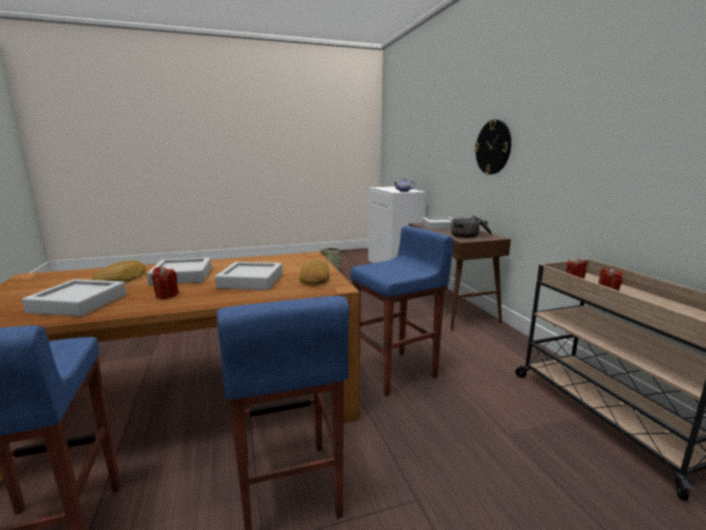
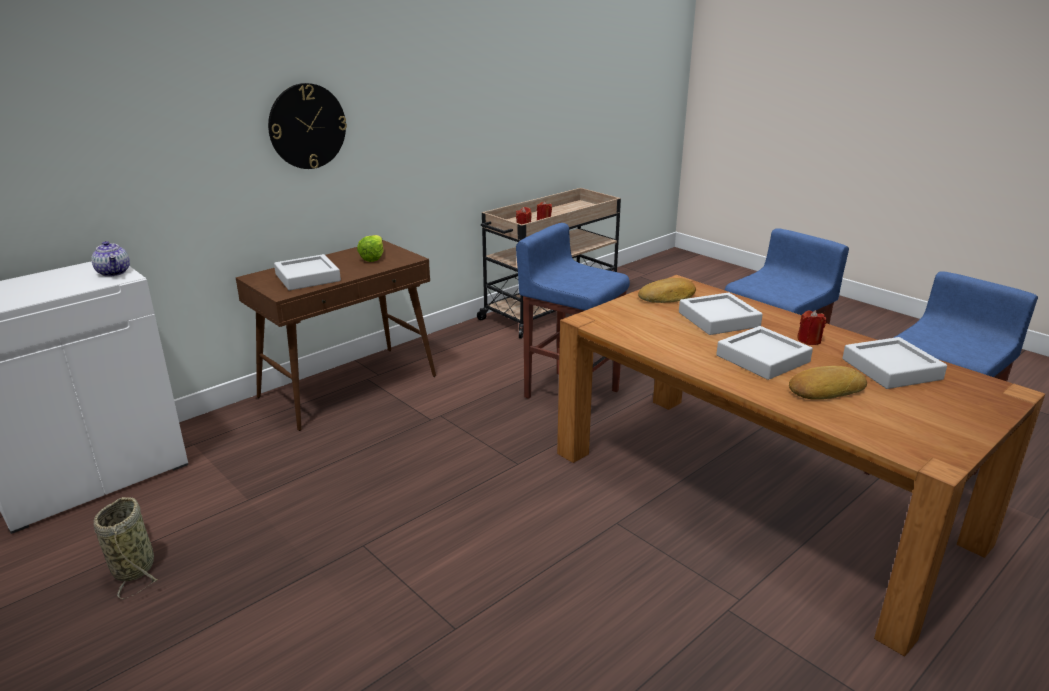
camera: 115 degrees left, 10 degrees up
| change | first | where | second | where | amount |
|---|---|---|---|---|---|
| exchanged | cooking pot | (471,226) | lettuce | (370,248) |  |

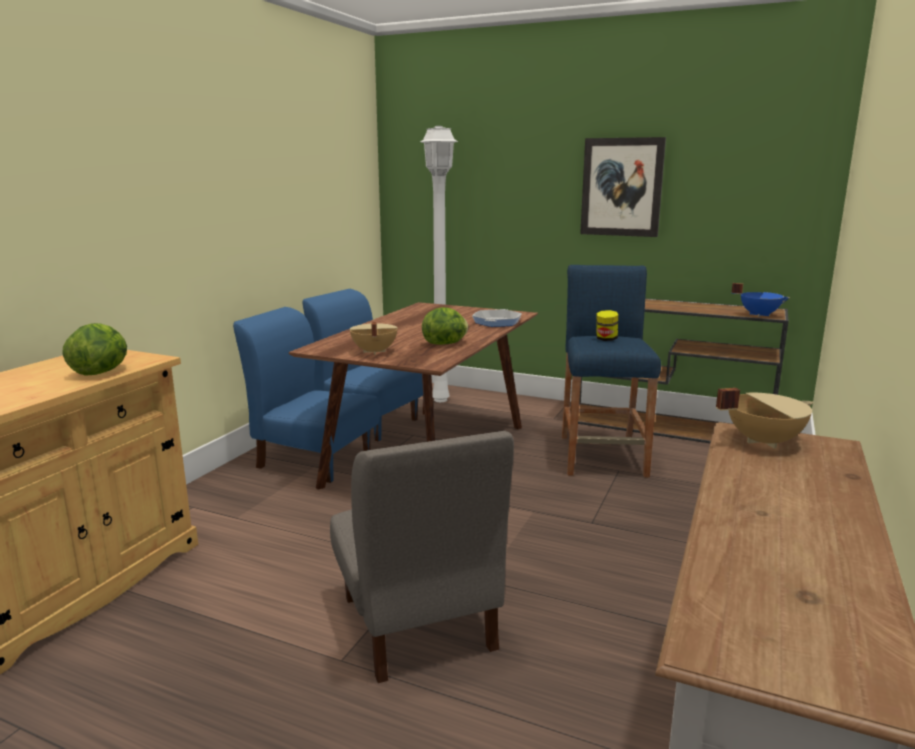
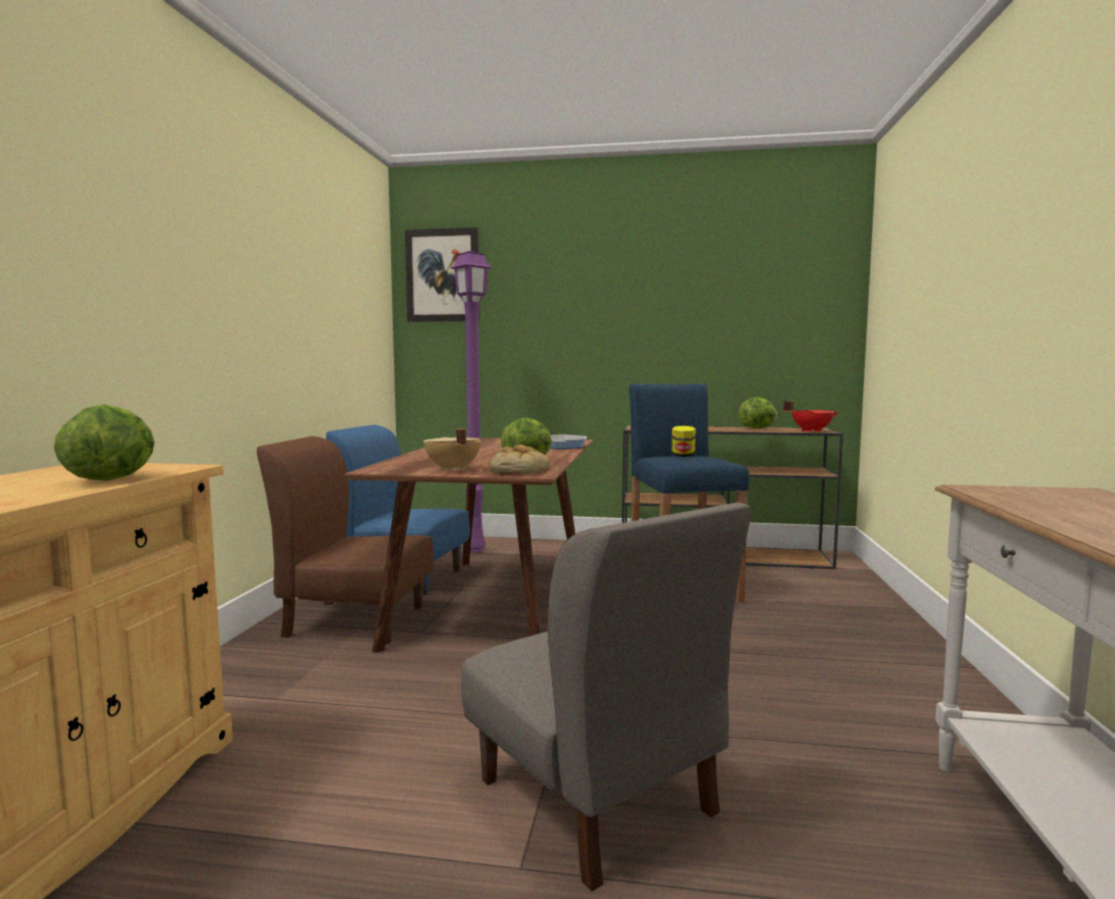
camera: 15 degrees left, 10 degrees down
| change | first | where | second | where | amount |
|---|---|---|---|---|---|
| missing | beige cooking pot | (764,418) |  |  |  |
| appeared |  |  | bread | (520,459) |  |
| appeared |  |  | lettuce | (757,412) |  |
| relocated | picture | (623,187) |  | (442,274) |  |
| colour | blue chair | (306,395) | brown chair | (345,540) |  |
| colour | white floor lamp | (439,264) | purple floor lamp | (471,402) |  |
| colour | blue cooking pot | (760,300) | red cooking pot | (811,416) |  |

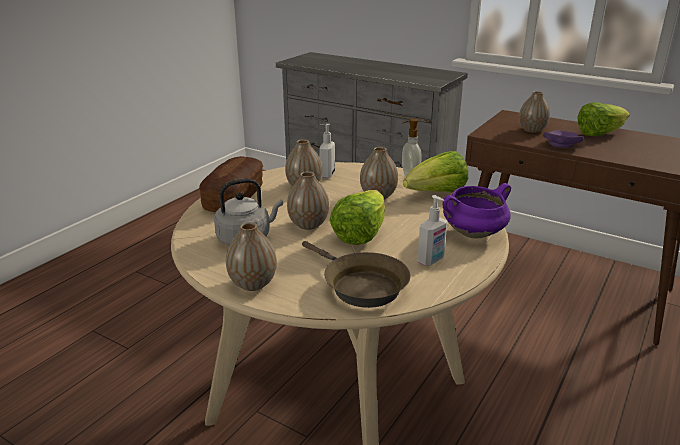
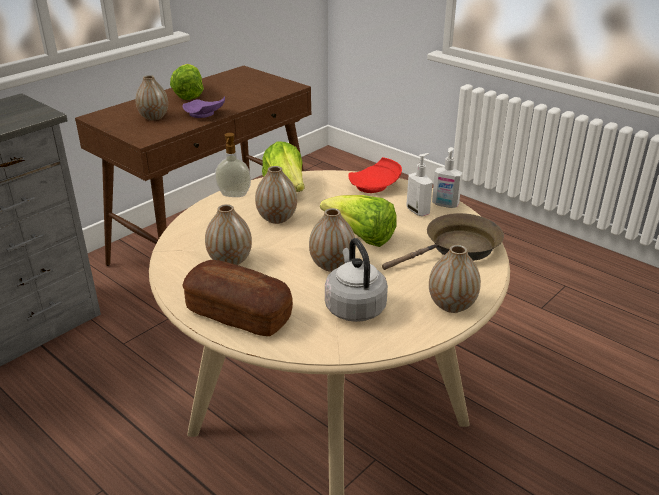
camera: 80 degrees left, 5 degrees up
| change | first | where | second | where | amount |
|---|---|---|---|---|---|
| relocated | soap dispenser | (327,151) |  | (447,177) |  |
| exchanged | purple cooking pot | (477,211) | red plate | (375,175) |  |

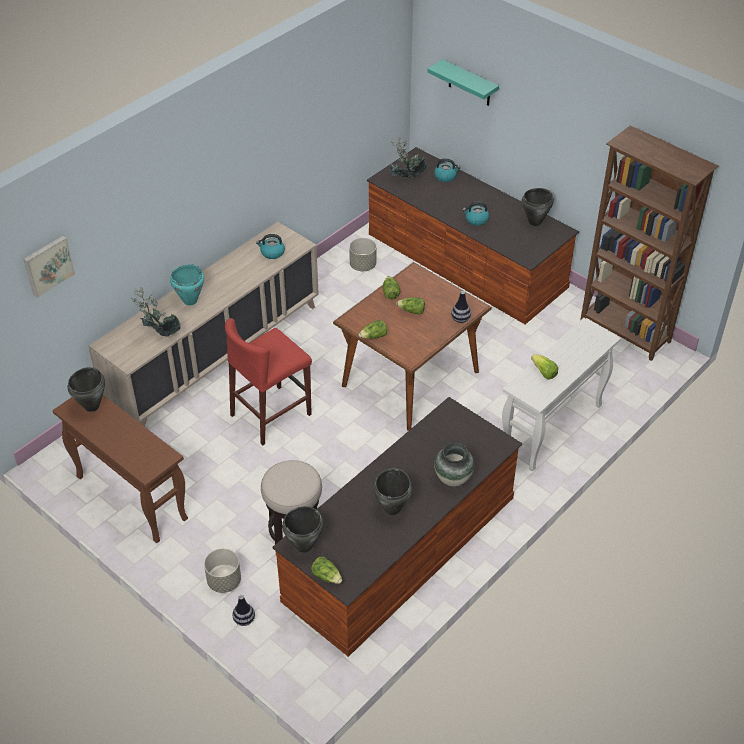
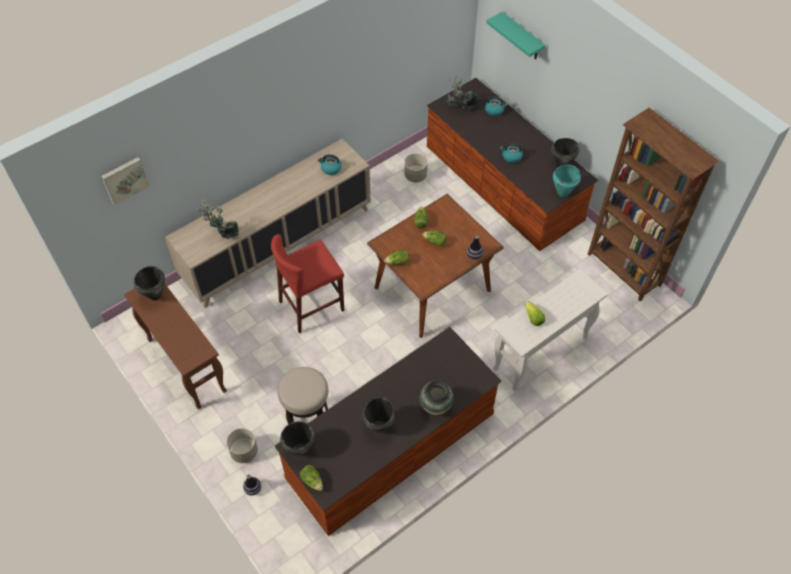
camera: 10 degrees right, 10 degrees up
| change | first | where | second | where | amount |
|---|---|---|---|---|---|
| relocated | turquoise cooking pot | (187,285) |  | (567,181) |  |

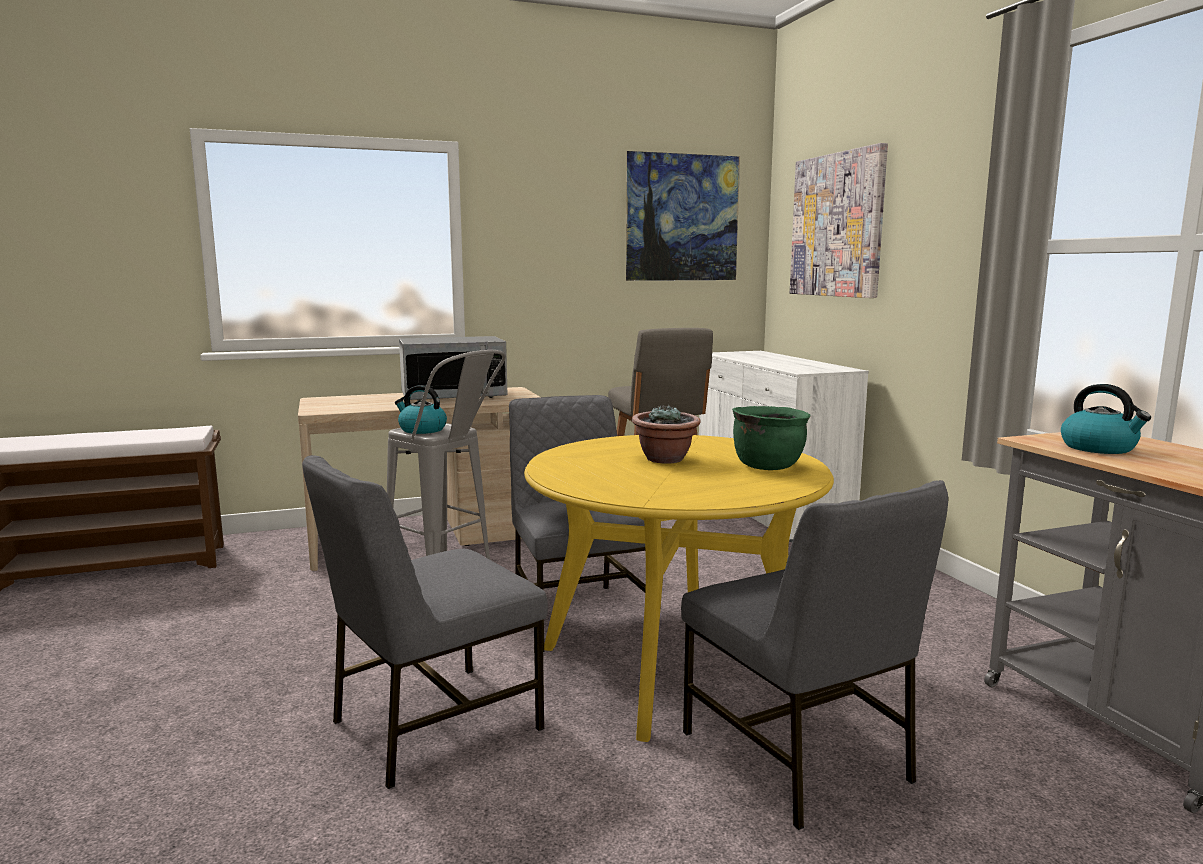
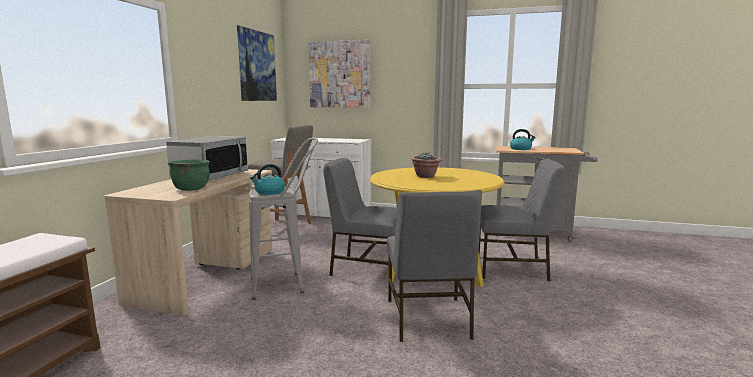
camera: 55 degrees left, 0 degrees up
| change | first | where | second | where | amount |
|---|---|---|---|---|---|
| relocated | green cooking pot | (771,438) |  | (188,175) |  |

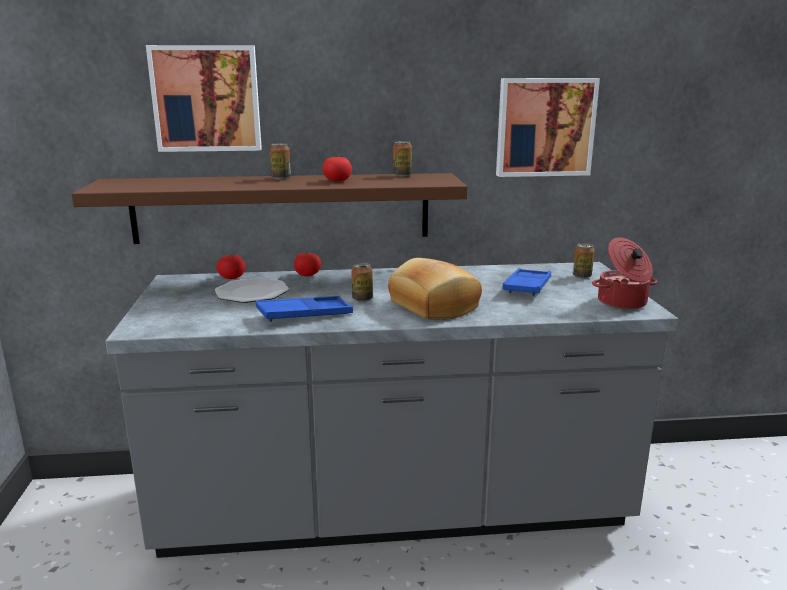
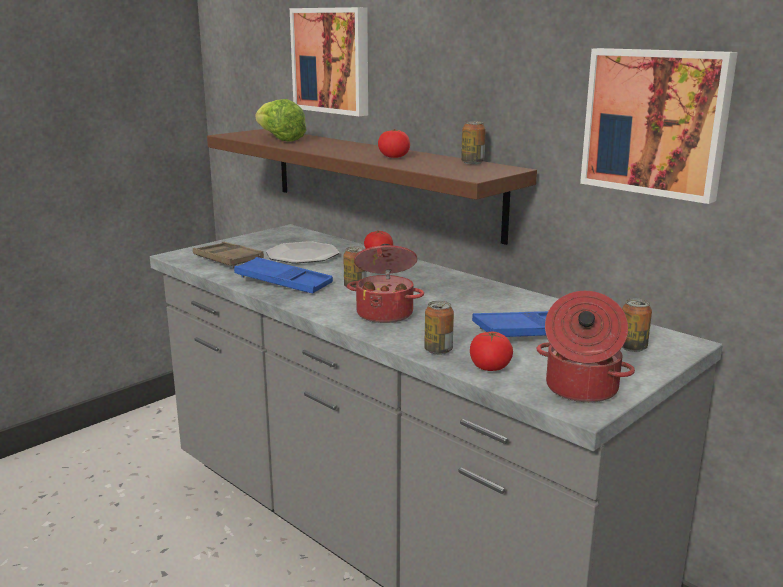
camera: 50 degrees right, 0 degrees up
| change | first | where | second | where | amount |
|---|---|---|---|---|---|
| appeared |  |  | brown tray | (228,255) |  |
| appeared |  |  | lettuce | (281,120) |  |
| relocated | tomato | (230,267) |  | (491,351) |  |
| relocated | can | (280,161) |  | (439,328) |  |
| exchanged | bread | (435,289) | cooking pot | (385,283) |  |

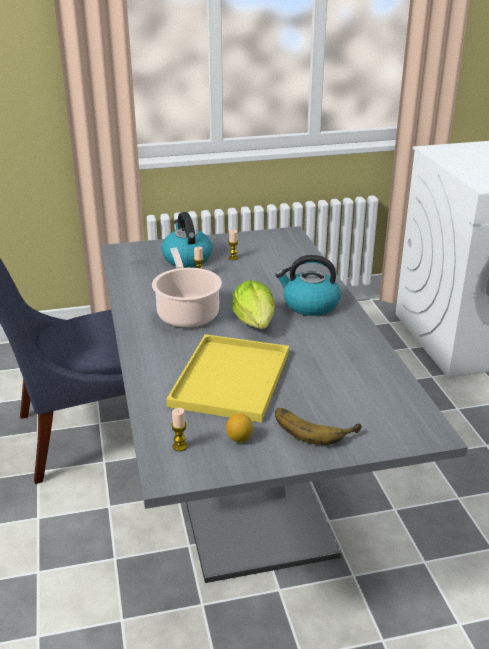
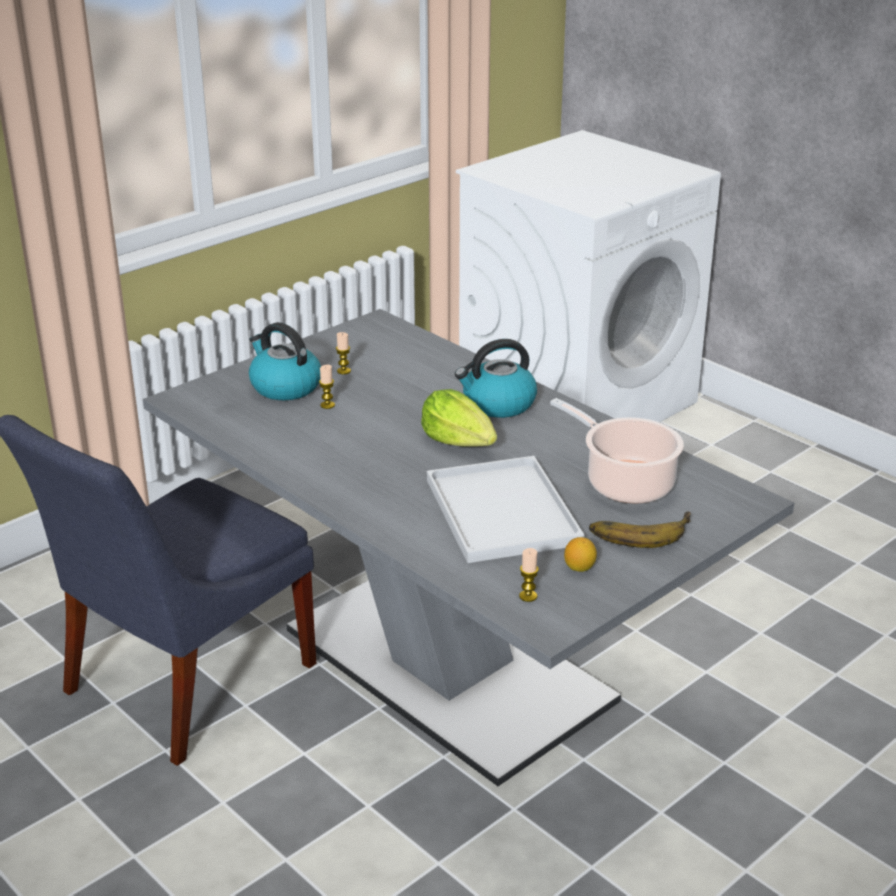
camera: 30 degrees left, 0 degrees up
| change | first | where | second | where | amount |
|---|---|---|---|---|---|
| relocated | cooking pot | (187,288) |  | (617,451) |  |
| colour | yellow tray | (227,378) | white tray | (505,509) |  |

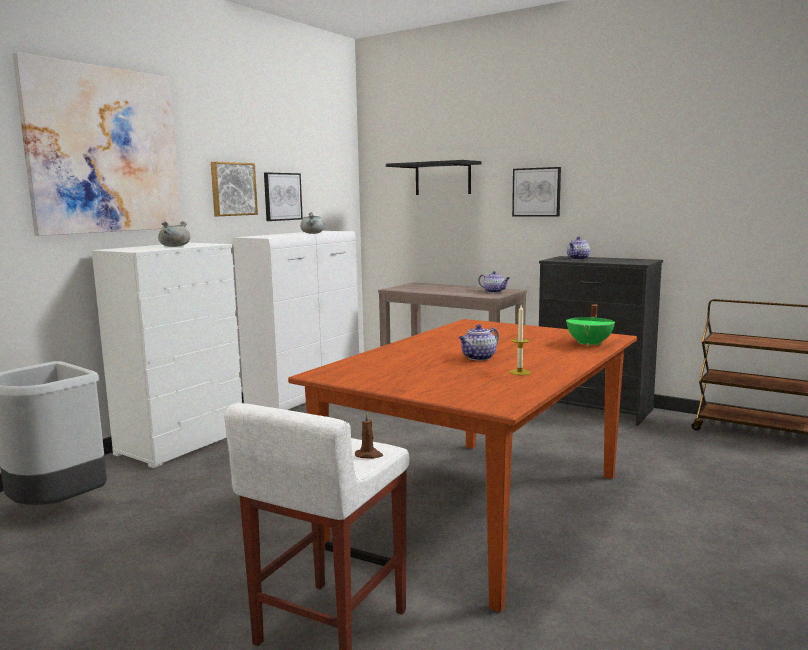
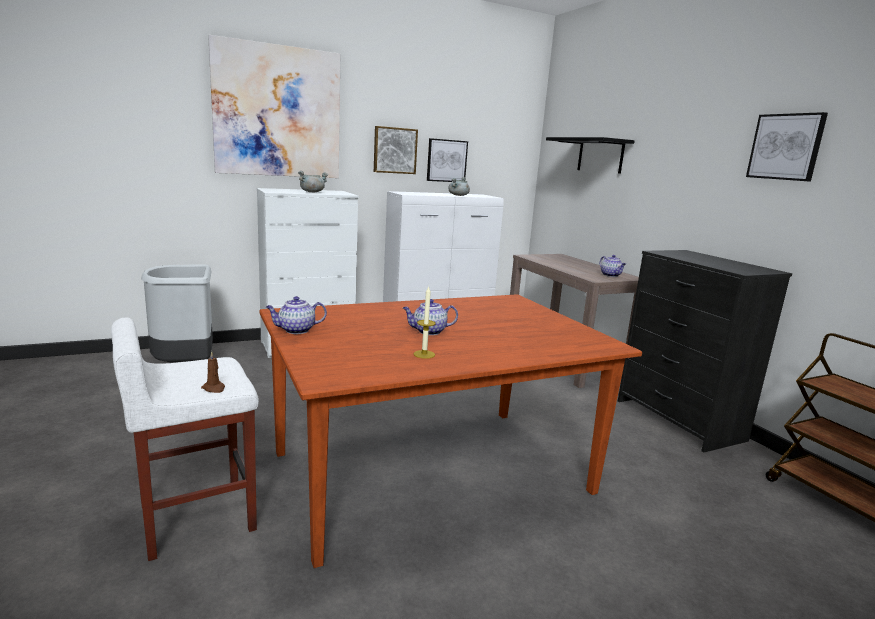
camera: 30 degrees right, 5 degrees up
| change | first | where | second | where | amount |
|---|---|---|---|---|---|
| missing | green cooking pot | (590,325) |  |  |  |
| relocated | picture | (536,192) |  | (787,147) |  |
| relocated | teapot | (578,248) |  | (296,315) |  |

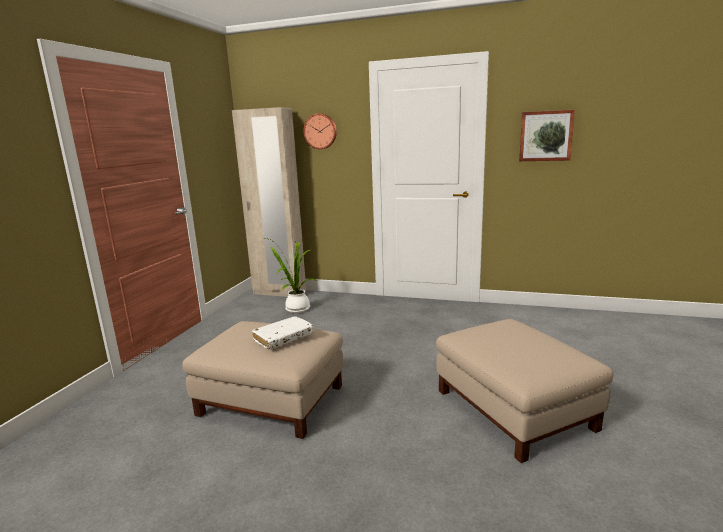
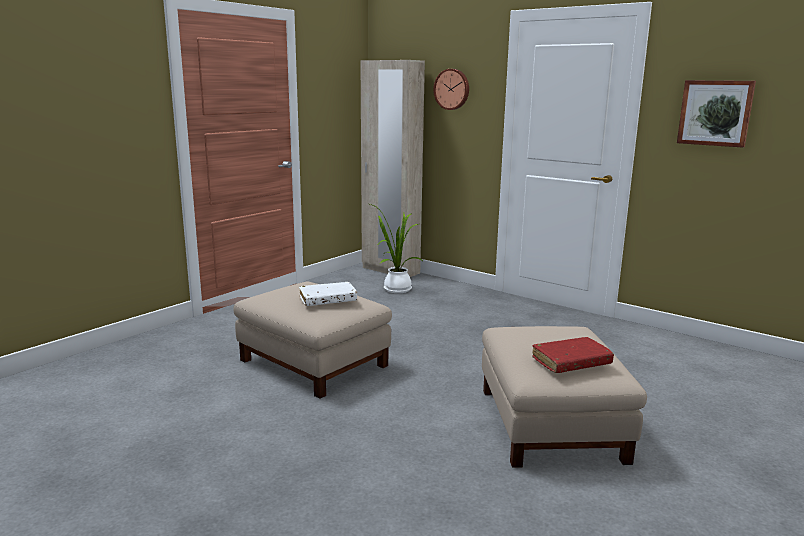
camera: 20 degrees right, 0 degrees up
| change | first | where | second | where | amount |
|---|---|---|---|---|---|
| appeared |  |  | red book | (573,355) |  |

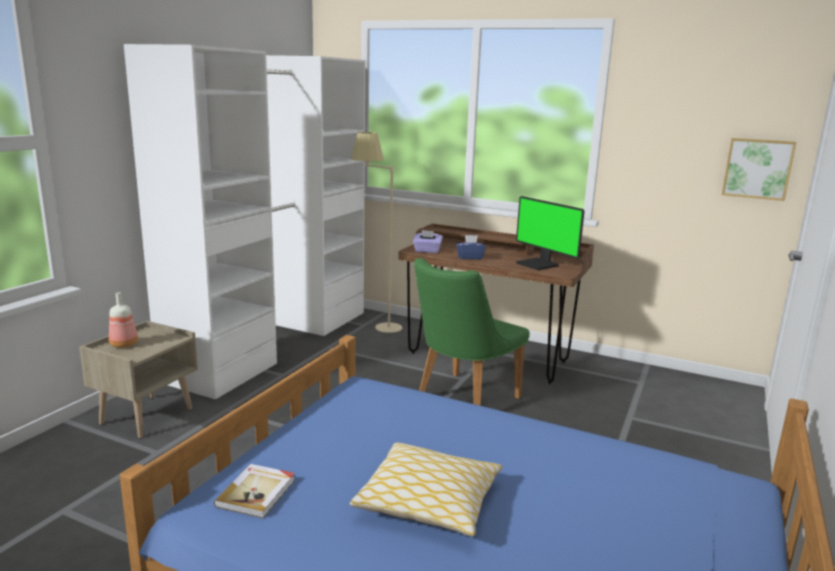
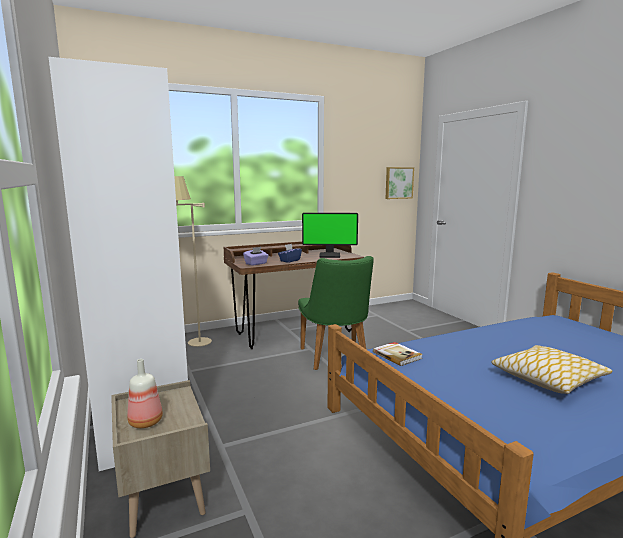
camera: 50 degrees left, 5 degrees down
| change | first | where | second | where | amount |
|---|---|---|---|---|---|
| relocated | book | (254,491) |  | (398,354) |  |

